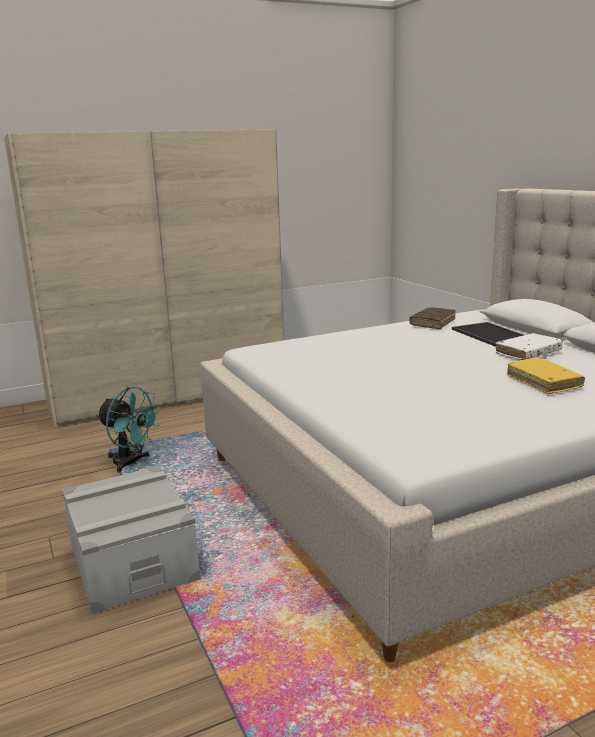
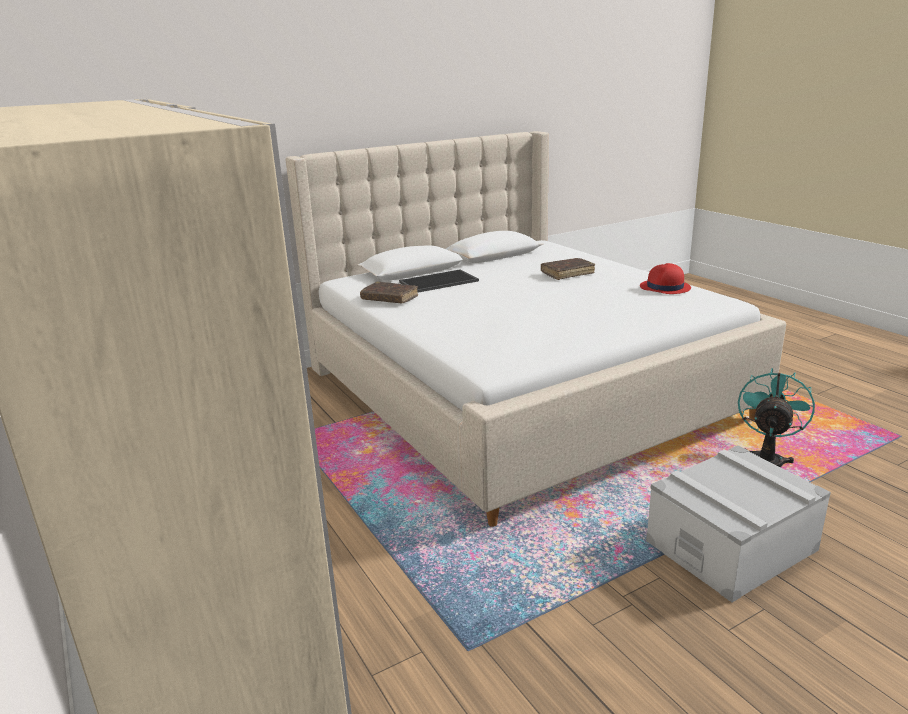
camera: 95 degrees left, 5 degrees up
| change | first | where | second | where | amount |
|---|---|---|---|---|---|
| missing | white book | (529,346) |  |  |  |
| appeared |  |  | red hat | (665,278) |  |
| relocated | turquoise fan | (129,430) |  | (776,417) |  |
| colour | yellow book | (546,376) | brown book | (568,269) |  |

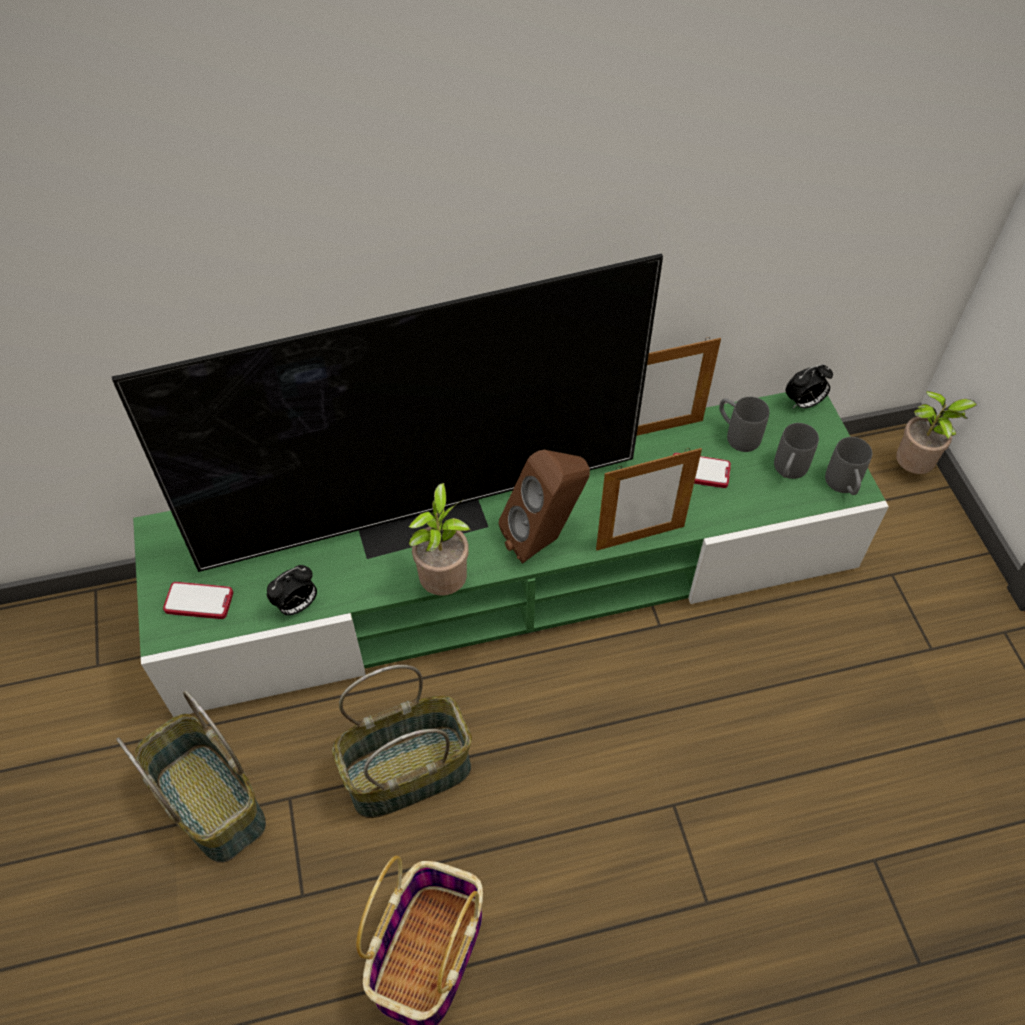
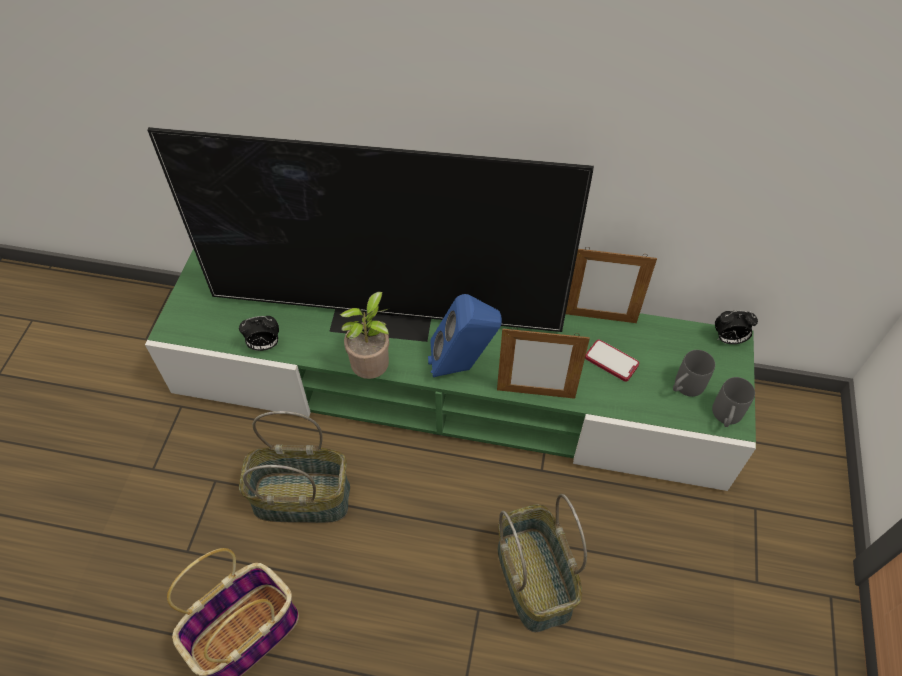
camera: 25 degrees right, 0 degrees up
| change | first | where | second | where | amount |
|---|---|---|---|---|---|
| missing | phone | (198,600) |  |  |  |
| missing | grey mug | (744,424) |  |  |  |
| missing | potted plant | (936,432) |  |  |  |
| relocated | basket | (191,776) |  | (542,563) |  |
| colour | brown speaker | (544,507) | blue speaker | (465,335) |  |

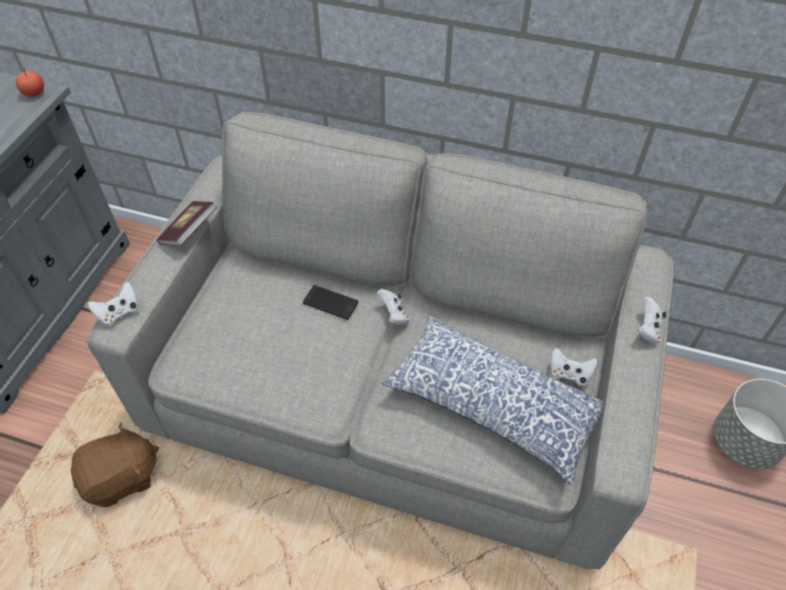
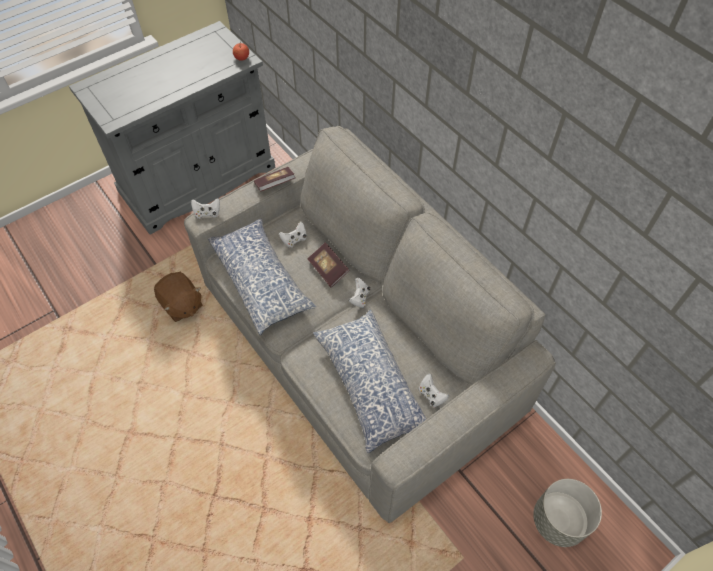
camera: 35 degrees right, 5 degrees up
| change | first | where | second | where | amount |
|---|---|---|---|---|---|
| appeared |  |  | pillow | (262,276) |  |
| relocated | white game controller | (652,320) |  | (293,234) |  |
| exchanged | phone | (330,302) | book | (329,265) |  |
| spun | brown plush toy | (115,464) |  | (178,297) | 45 degrees clockwise |

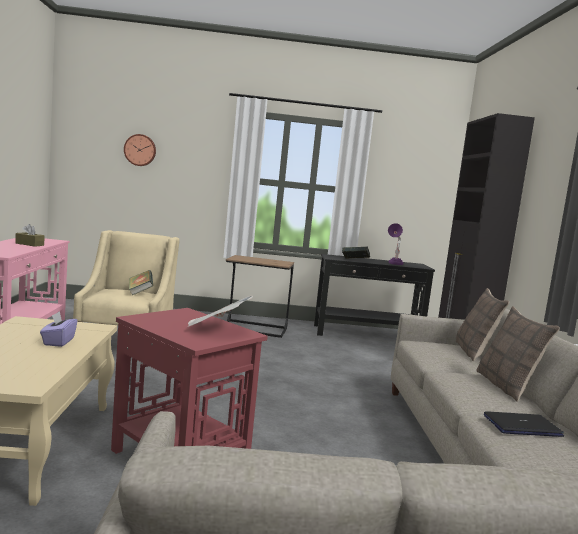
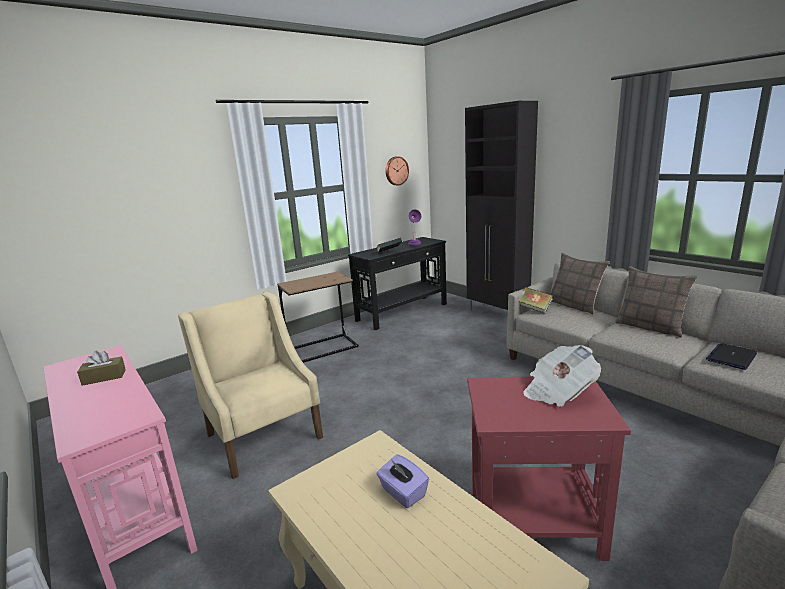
camera: 35 degrees left, 10 degrees up
| change | first | where | second | where | amount |
|---|---|---|---|---|---|
| relocated | wall clock | (140,150) |  | (397,170) |  |
| relocated | book | (141,282) |  | (536,300) |  |

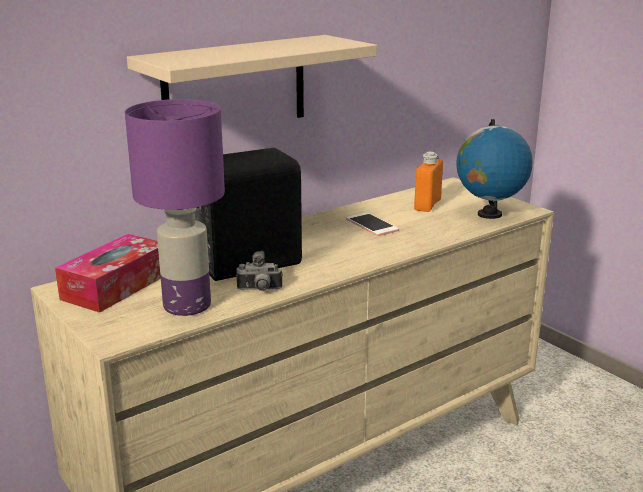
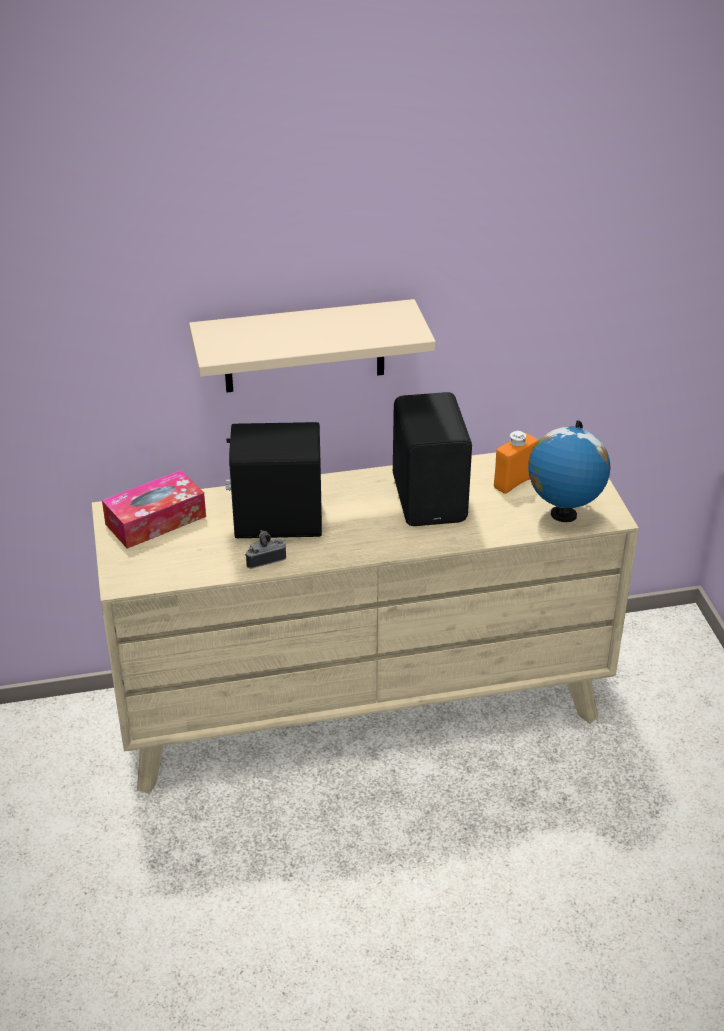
camera: 25 degrees right, 15 degrees up
| change | first | where | second | where | amount |
|---|---|---|---|---|---|
| missing | purple table lamp | (175,207) |  |  |  |
| exchanged | phone | (372,224) | black speaker | (432,459) |  |
| spun | photo camera | (259,271) |  | (265,549) | 135 degrees clockwise |

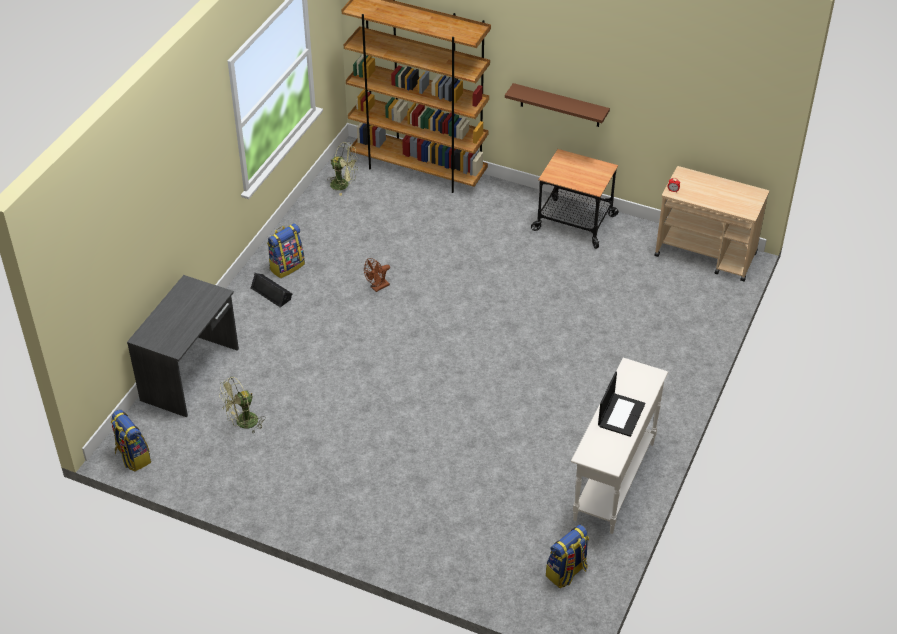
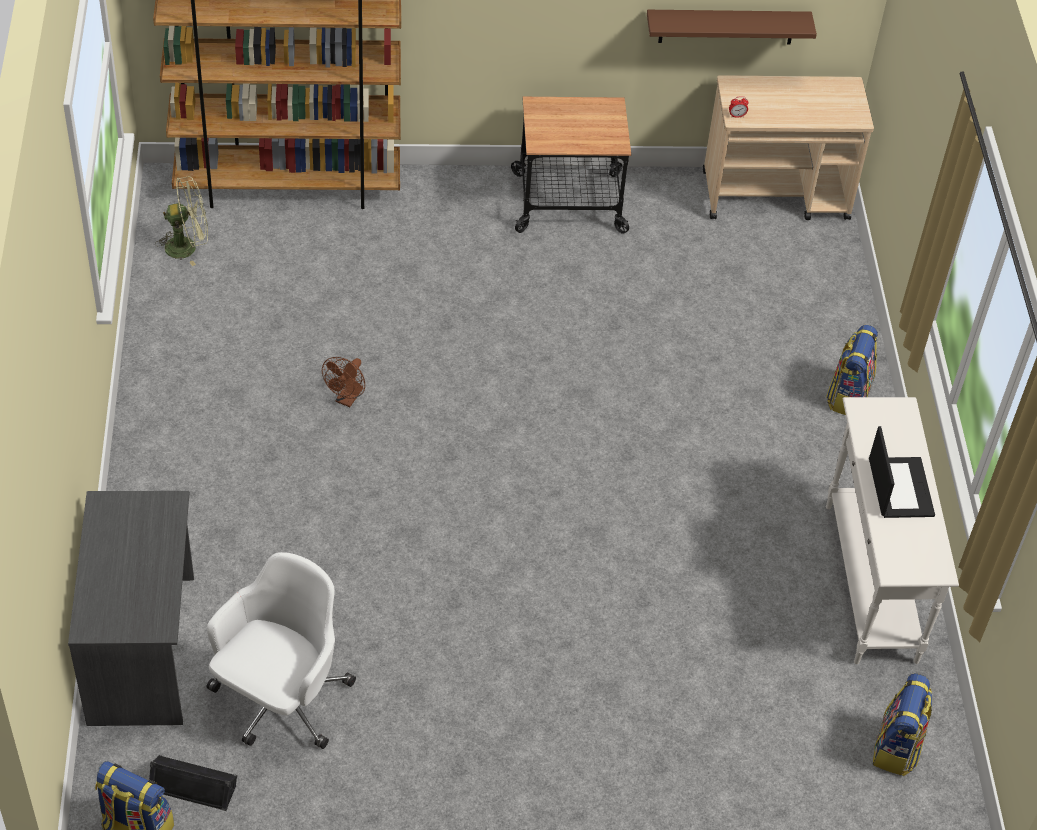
camera: 30 degrees left, 5 degrees up
| change | first | where | second | where | amount |
|---|---|---|---|---|---|
| relocated | black speaker | (272,290) |  | (193,783) |  |
| relocated | backpack | (286,250) |  | (852,370) |  |
| relocated | brown shelf | (557,105) |  | (732,27) |  |
| exchanged | green fan | (242,405) | white office chair | (281,650) |  |

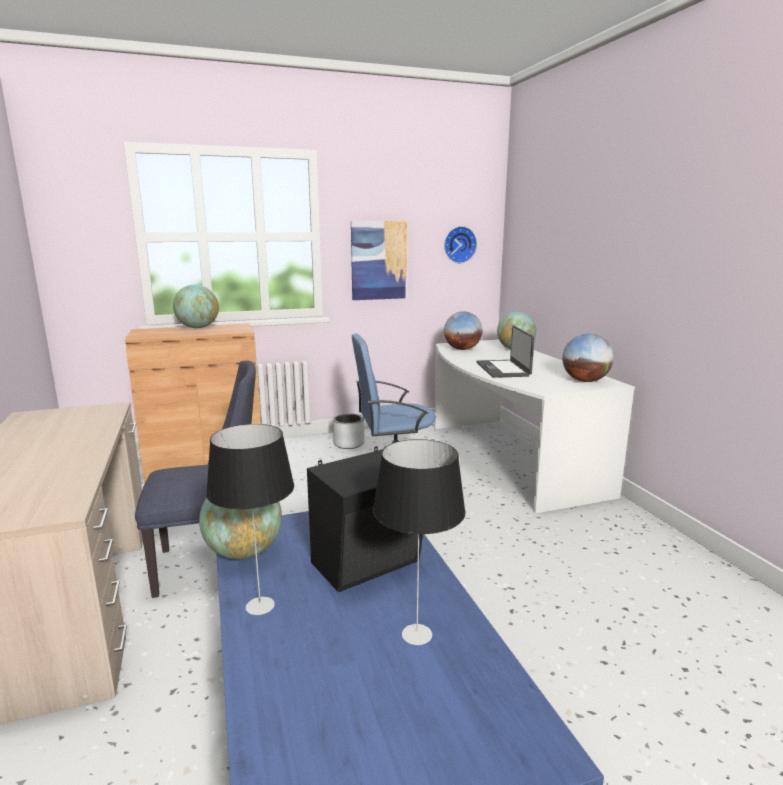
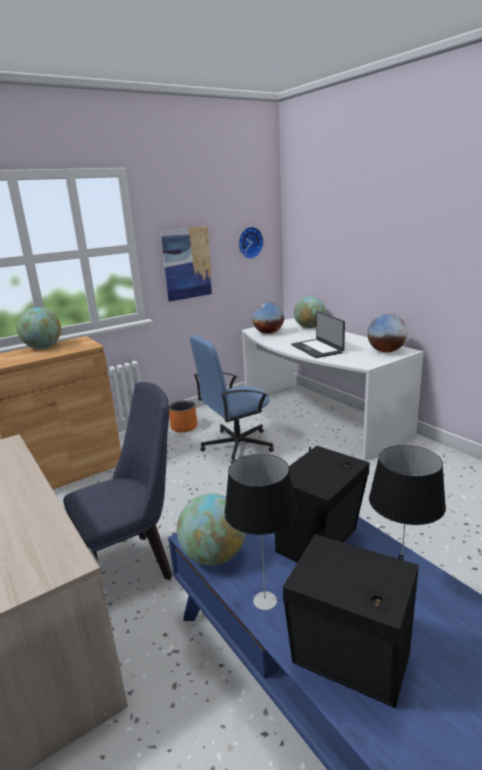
camera: 15 degrees left, 5 degrees up
| change | first | where | second | where | amount |
|---|---|---|---|---|---|
| appeared |  |  | black speaker | (351,620) |  |
| colour | grey planter | (349,431) | orange planter | (183,416) |  |

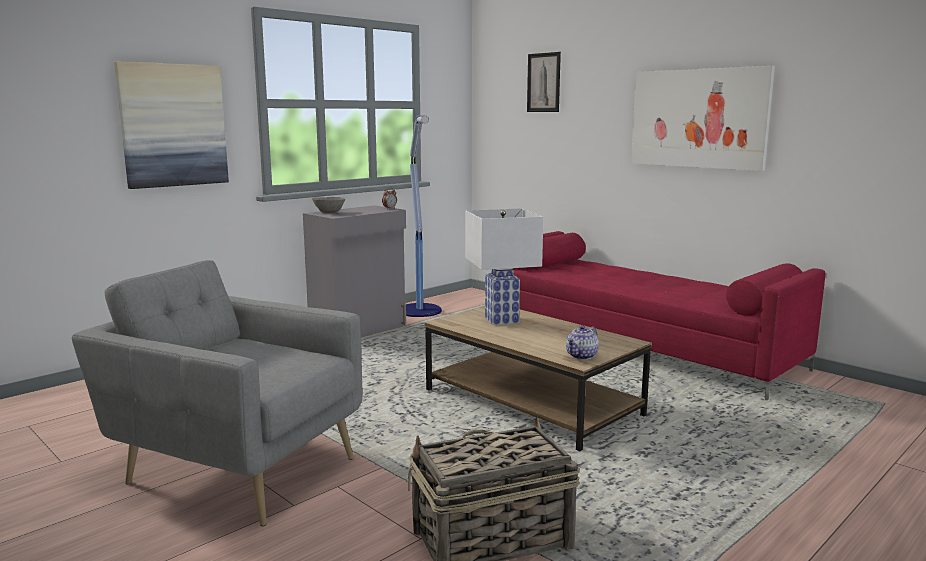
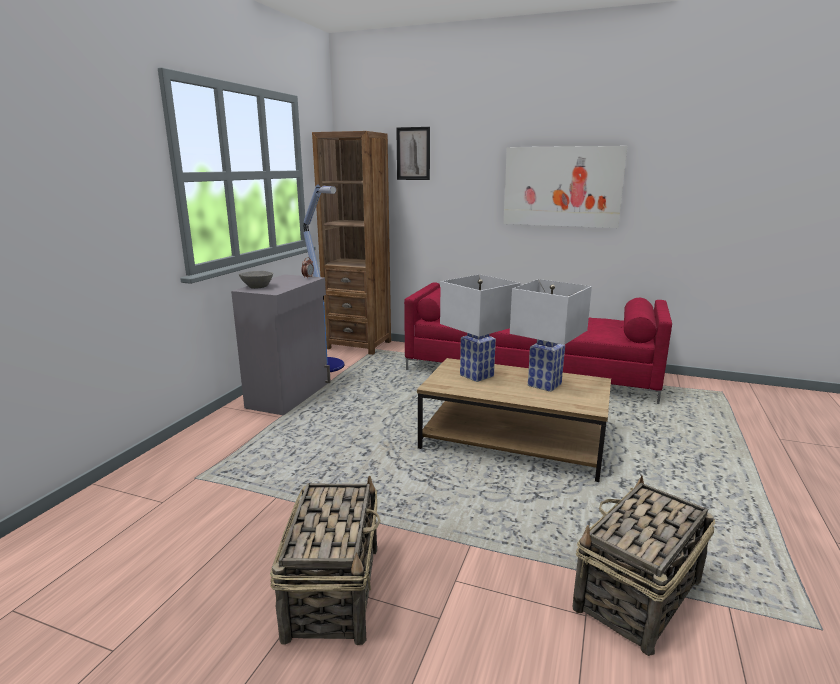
camera: 25 degrees left, 5 degrees up
| change | first | where | second | where | amount |
|---|---|---|---|---|---|
| missing | picture | (171,125) |  |  |  |
| missing | teapot | (582,342) |  |  |  |
| appeared |  |  | brown bookcase | (351,243) |  |
| appeared |  |  | white table lamp | (551,335) |  |
| exchanged | grey armchair | (217,393) | basket | (325,560) |  |

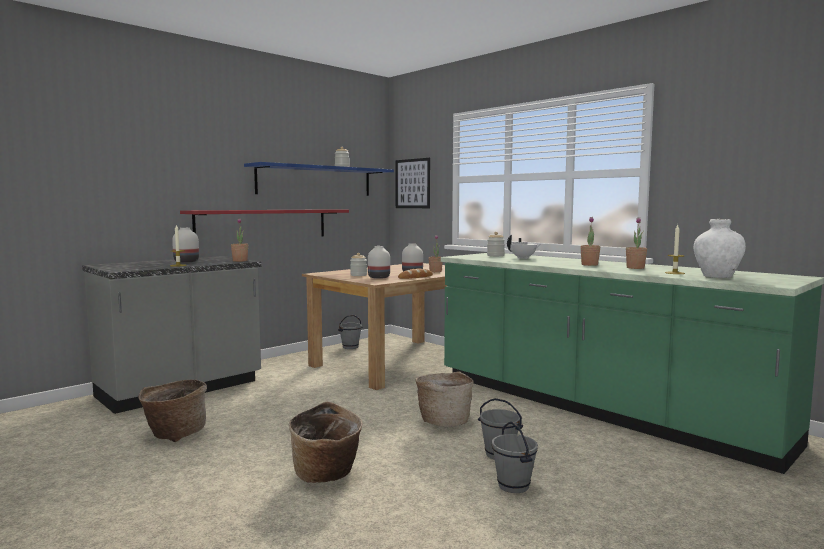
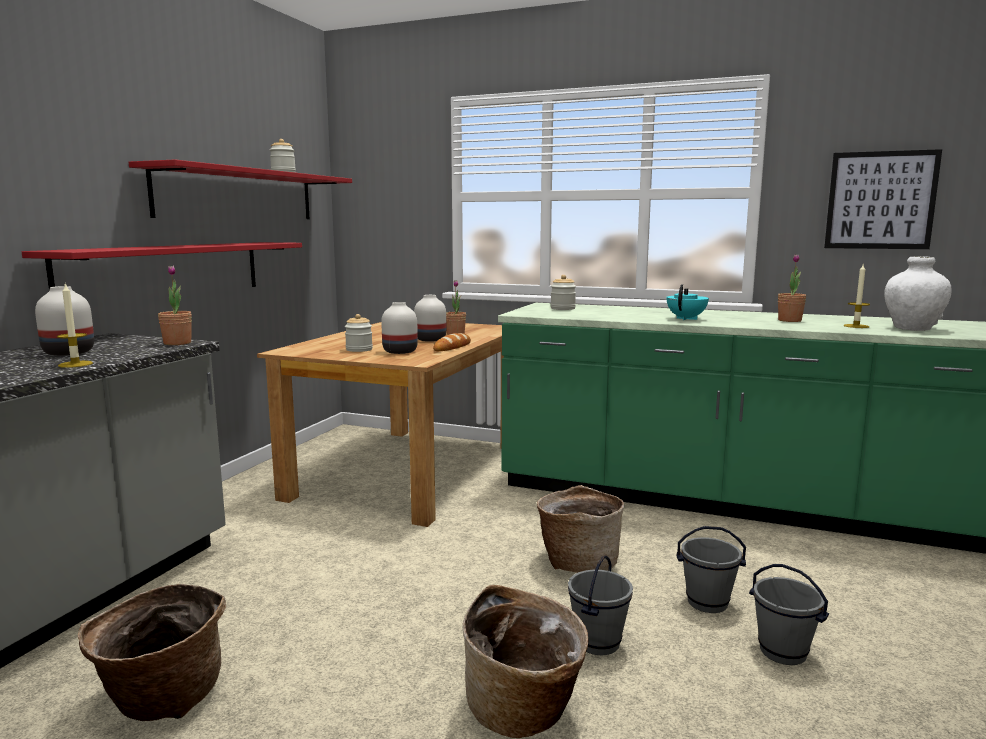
camera: 25 degrees left, 5 degrees up
| change | first | where | second | where | amount |
|---|---|---|---|---|---|
| missing | white teapot | (523,247) |  |  |  |
| missing | potted plant | (591,241) |  |  |  |
| appeared |  |  | turquoise teapot | (687,302) |  |
| relocated | grey bucket | (350,332) |  | (600,605) |  |
| relocated | picture | (412,183) |  | (883,199) |  |
| colour | blue shelf | (319,179) | red shelf | (240,189) |  |

